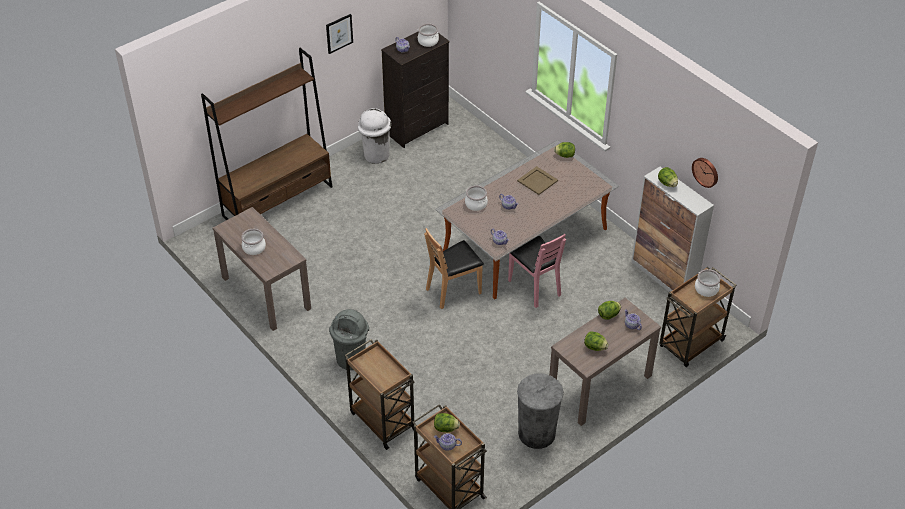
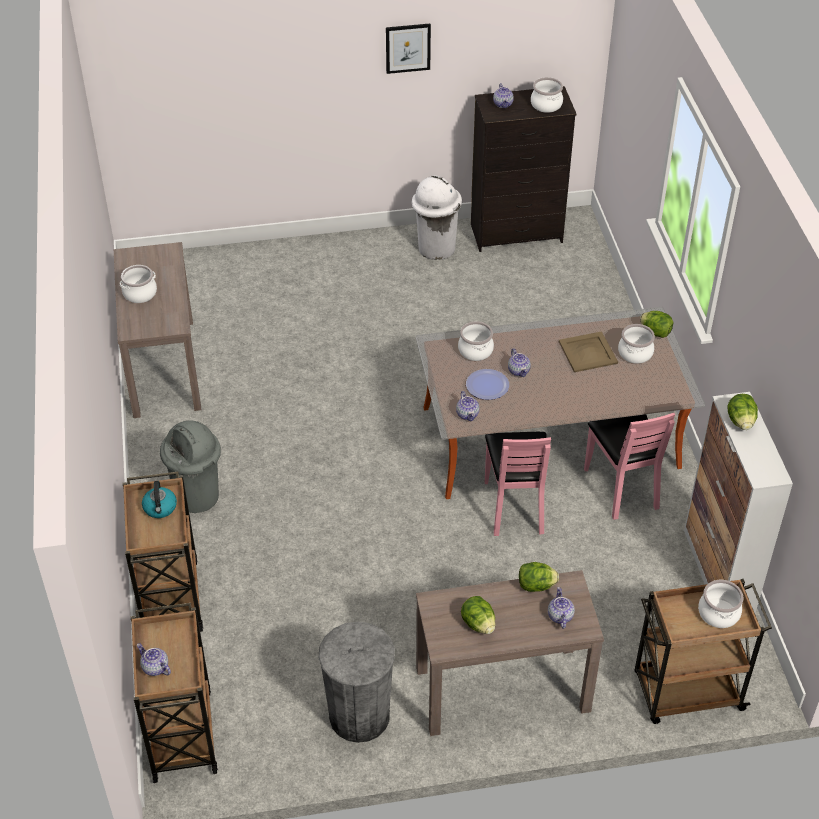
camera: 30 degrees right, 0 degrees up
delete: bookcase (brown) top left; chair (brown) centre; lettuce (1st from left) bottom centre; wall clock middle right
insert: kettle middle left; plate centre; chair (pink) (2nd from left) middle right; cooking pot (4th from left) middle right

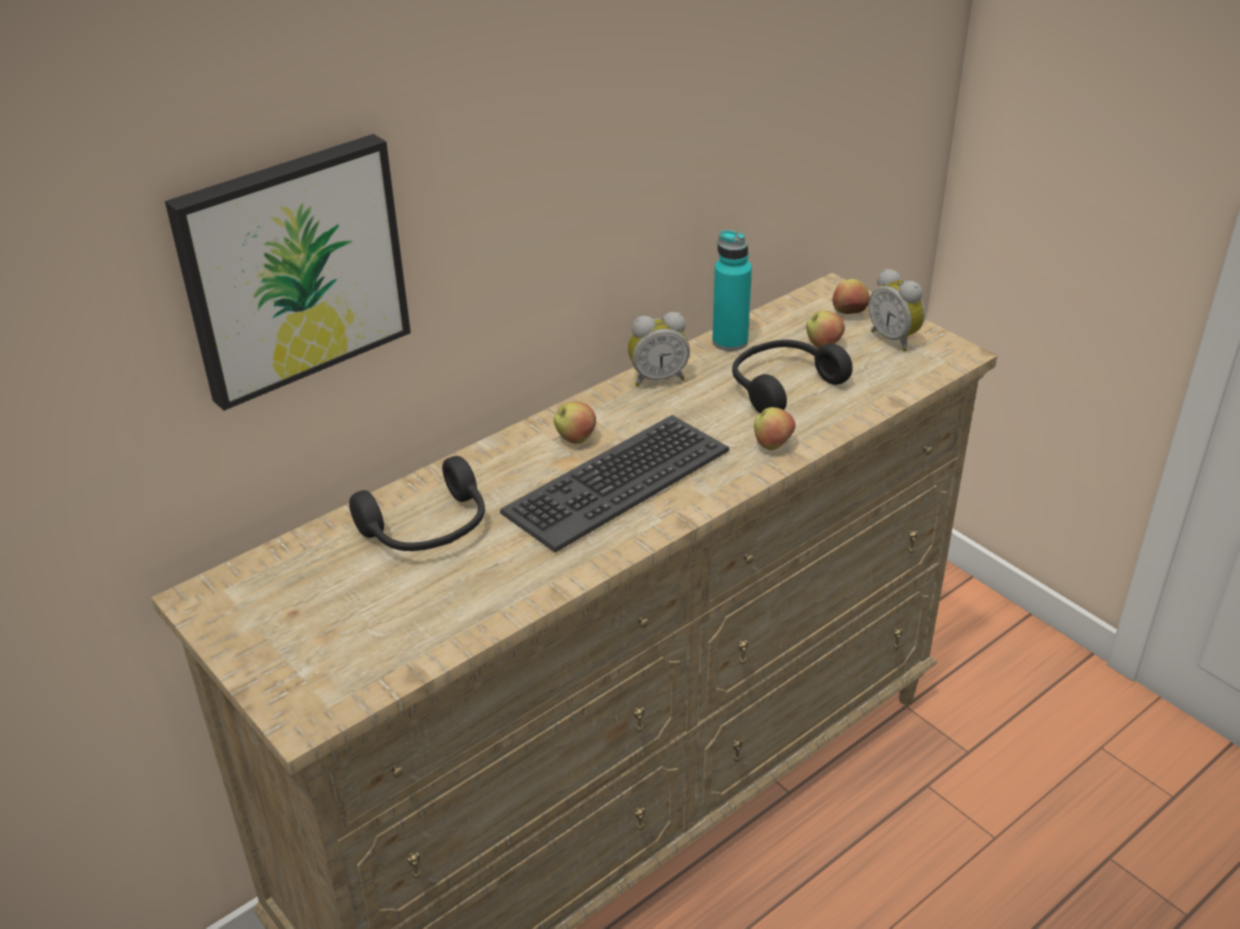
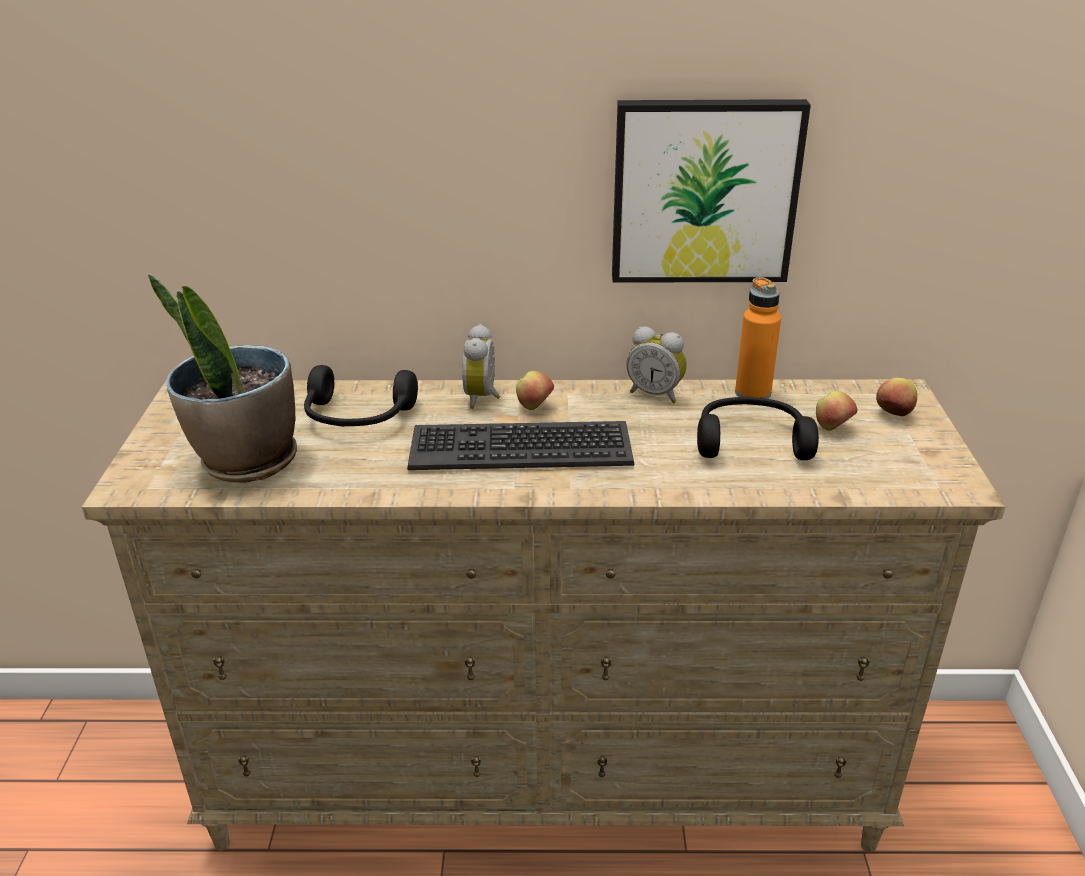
camera: 40 degrees right, 5 degrees down
delete: apple (2nd from left) centre
insert: potted plant middle left
move: picture top left to top centre; alarm clock (2nd from left in the first image) middle right to alarm clock (1st from left) centre
recolor: bottle (turquoise) top centre to bottle (orange) middle right

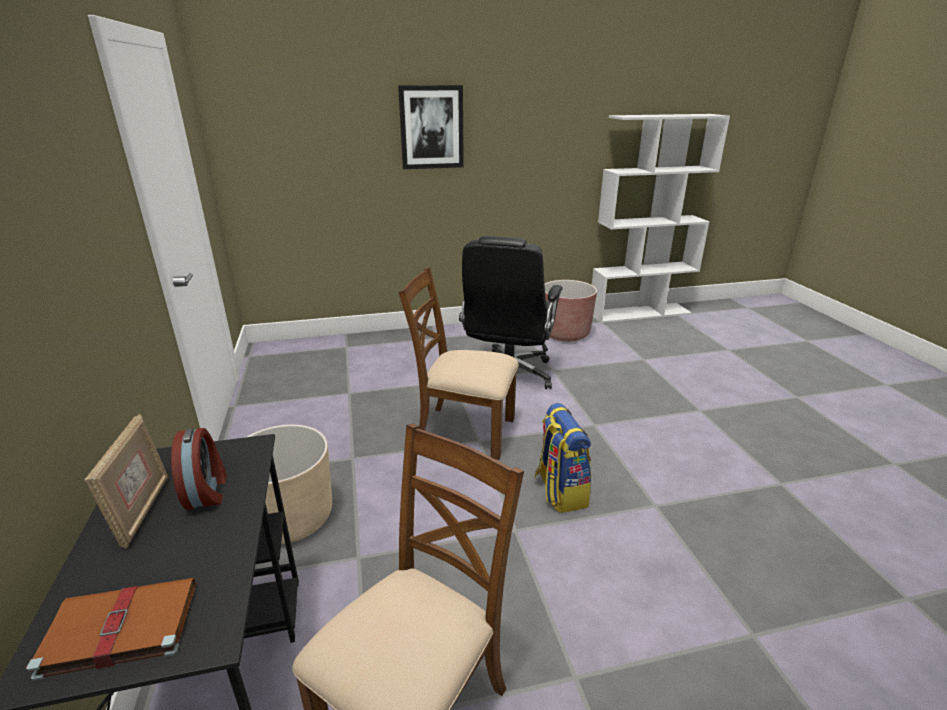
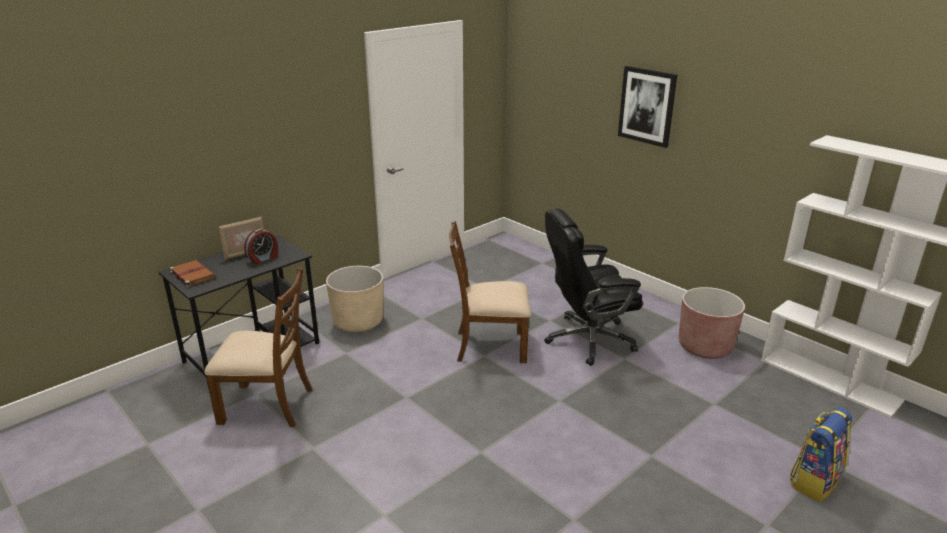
camera: 60 degrees right, 0 degrees up
move: backpack centre to bottom right
rotate: chair (brown) (2nd from left) centre = centre 75 degrees counterclockwise

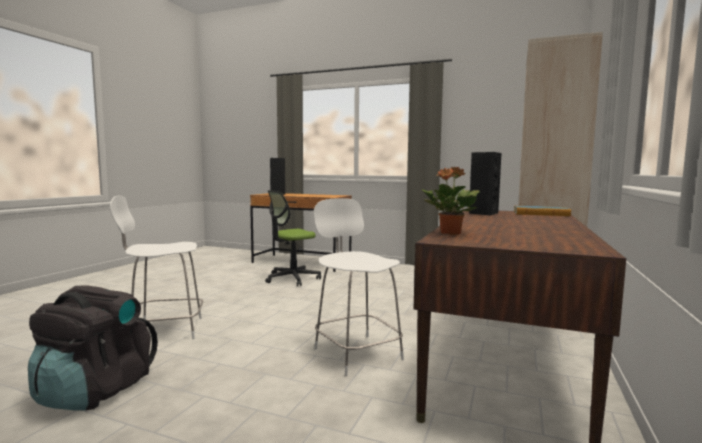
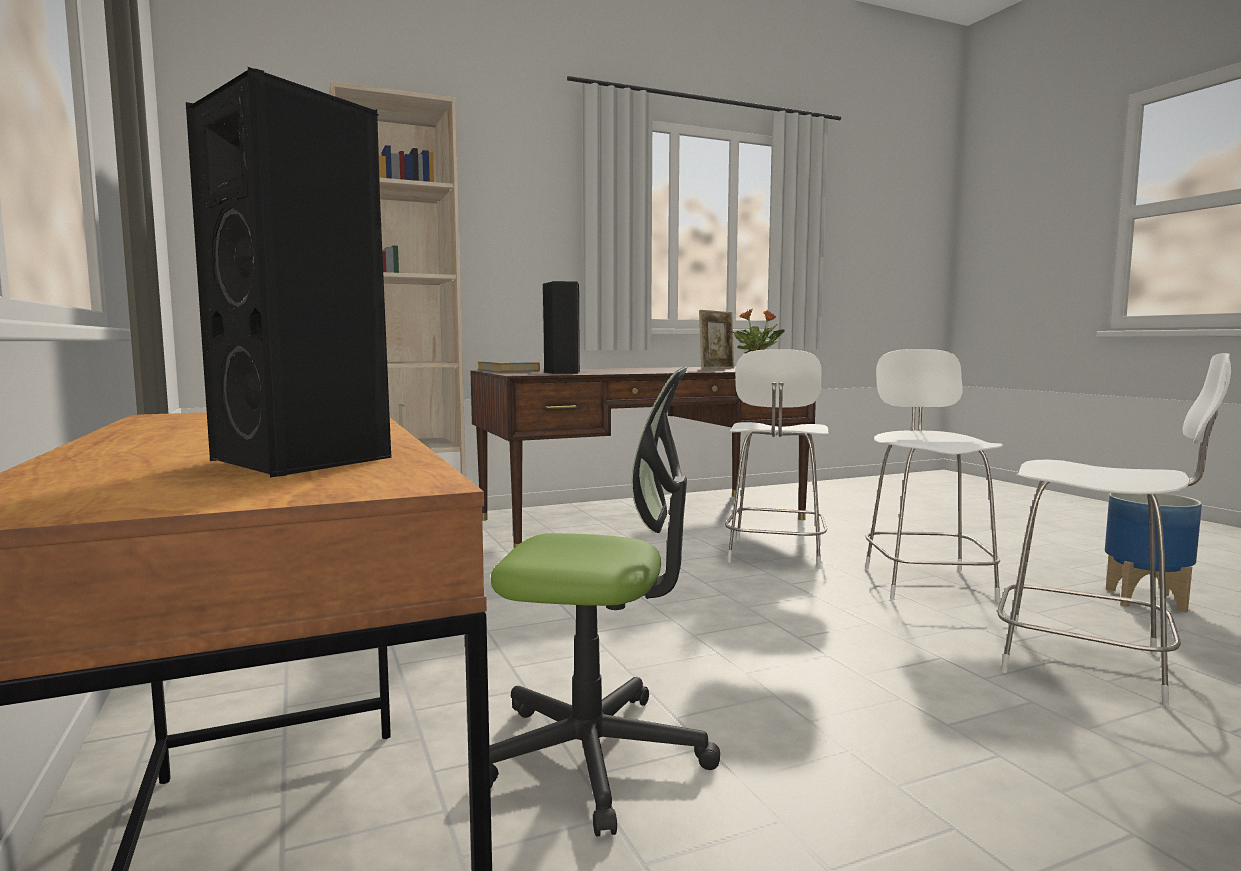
camera: 135 degrees left, 0 degrees up
insert: picture frame centre; chair (white) (2nd from left) middle right
replace: backpack (black) bottom left to planter middle right

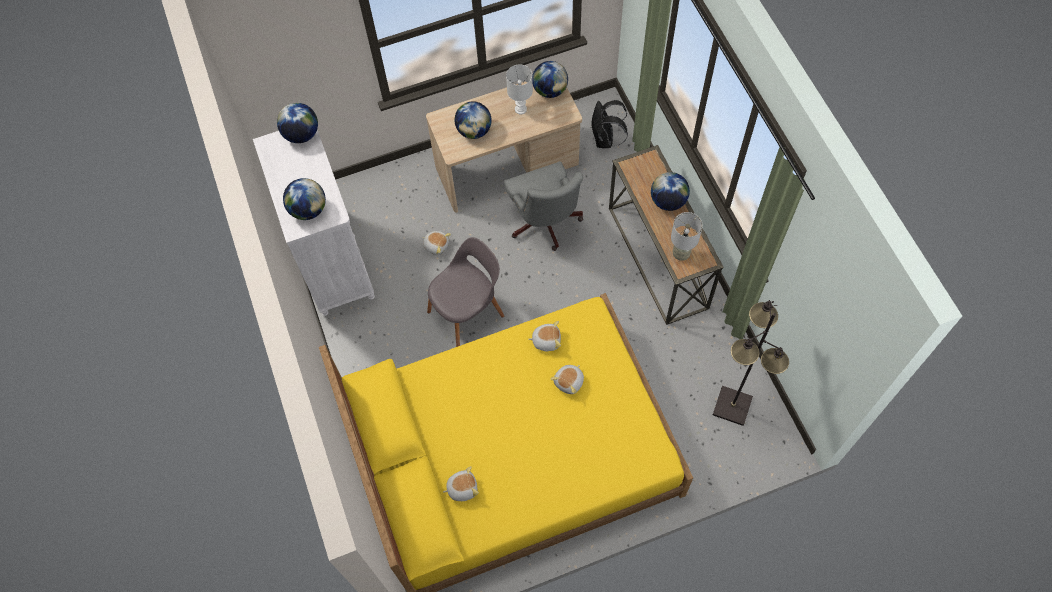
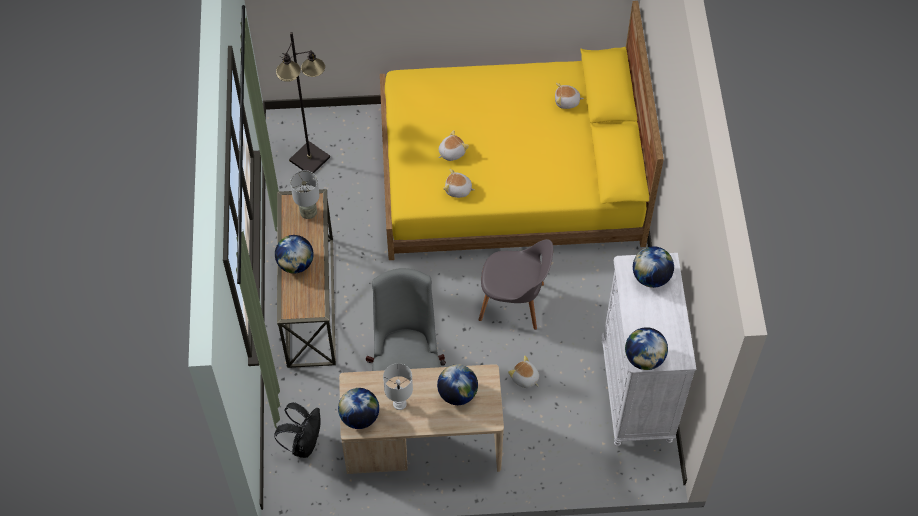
camera: 165 degrees left, 5 degrees down
rotate: chair (grey) centre = centre 150 degrees counterclockwise

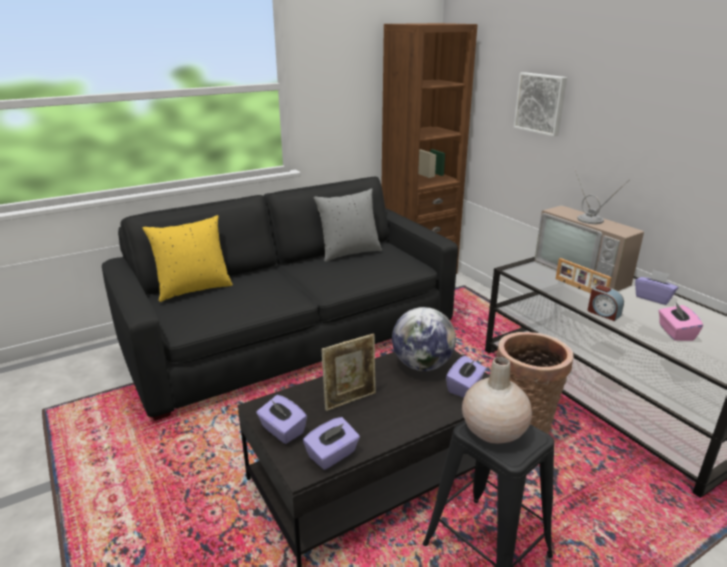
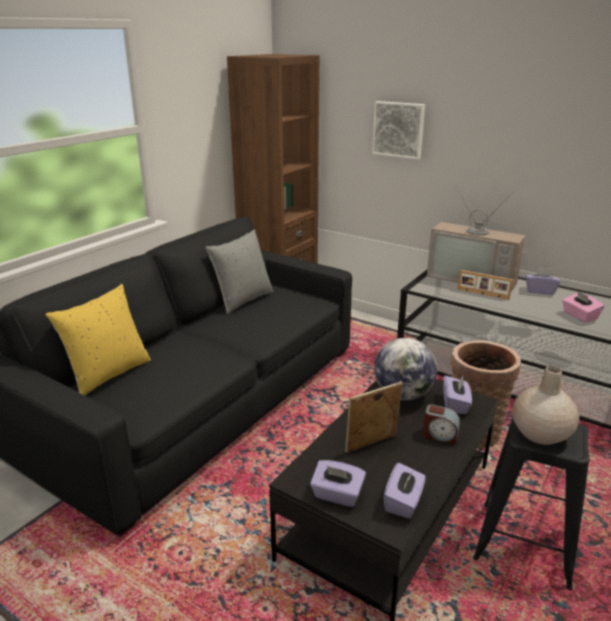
camera: 25 degrees left, 0 degrees up
move: alarm clock middle right to bottom right
rotate: picture frame (1st from left) centre = bottom centre 150 degrees counterclockwise

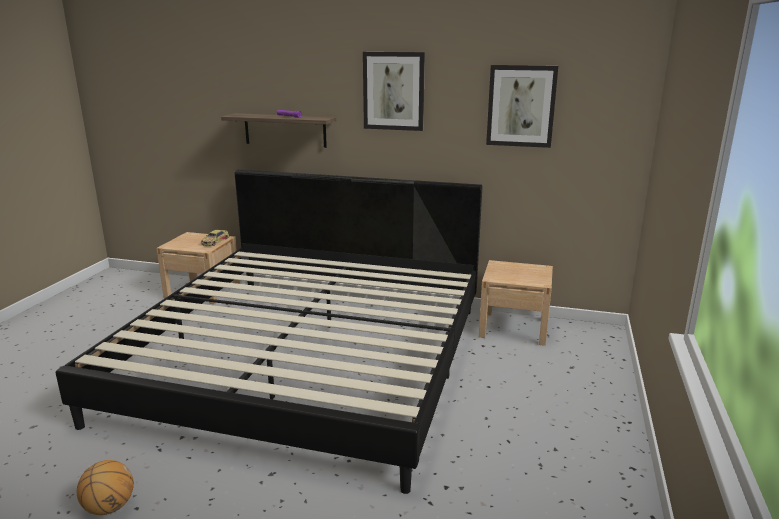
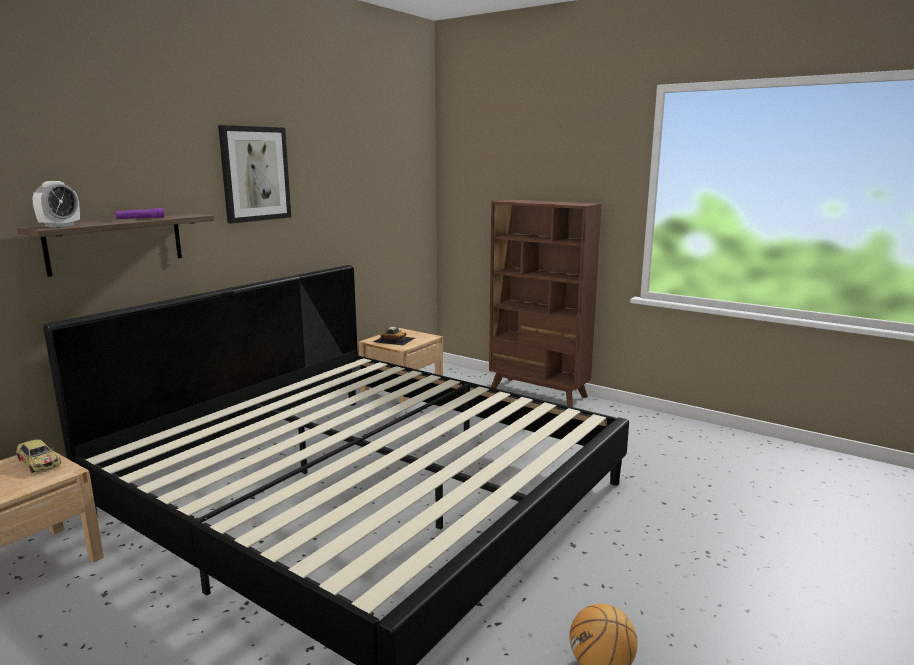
camera: 70 degrees left, 5 degrees down
delete: picture (2nd from left) top right
insert: alarm clock top left; toy car (2nd from left) centre; bookcase (brown) centre

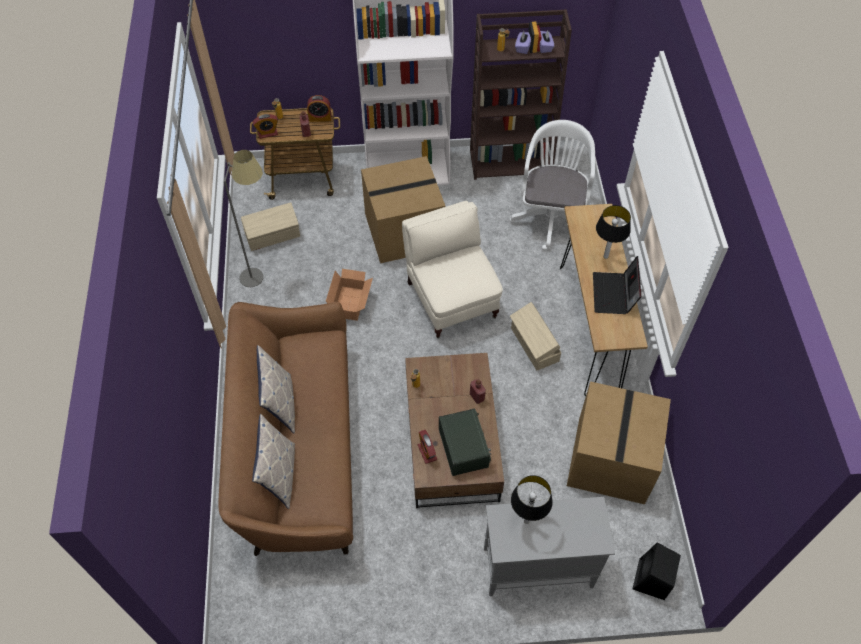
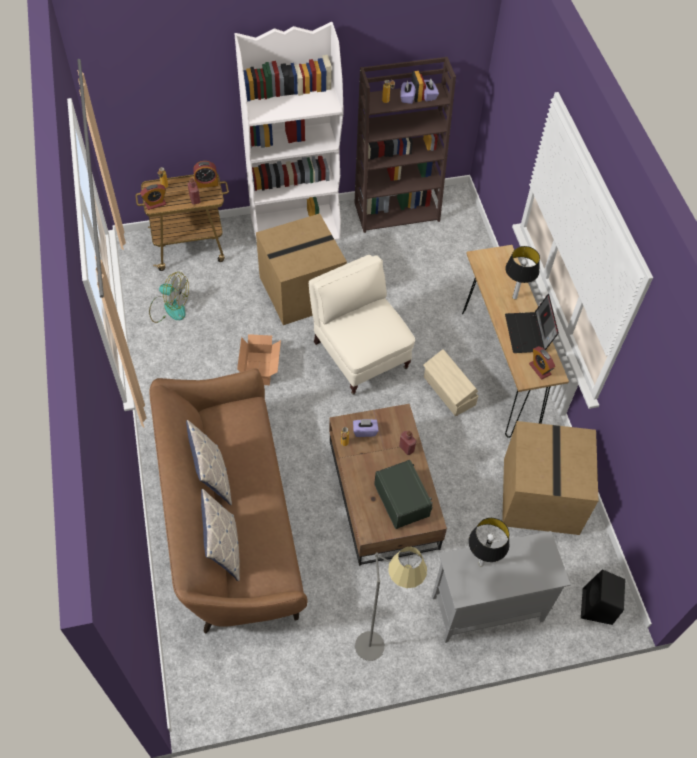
camera: 10 degrees left, 0 degrees up
delete: office chair (white) top centre
insert: tissue box (purple) (1st from left) centre
move: floor lamp (grey) middle left to bottom centre; alarm clock (3rd from left) bottom centre to middle right
replace: storage box (beige) (1st from left) middle left to fan middle left

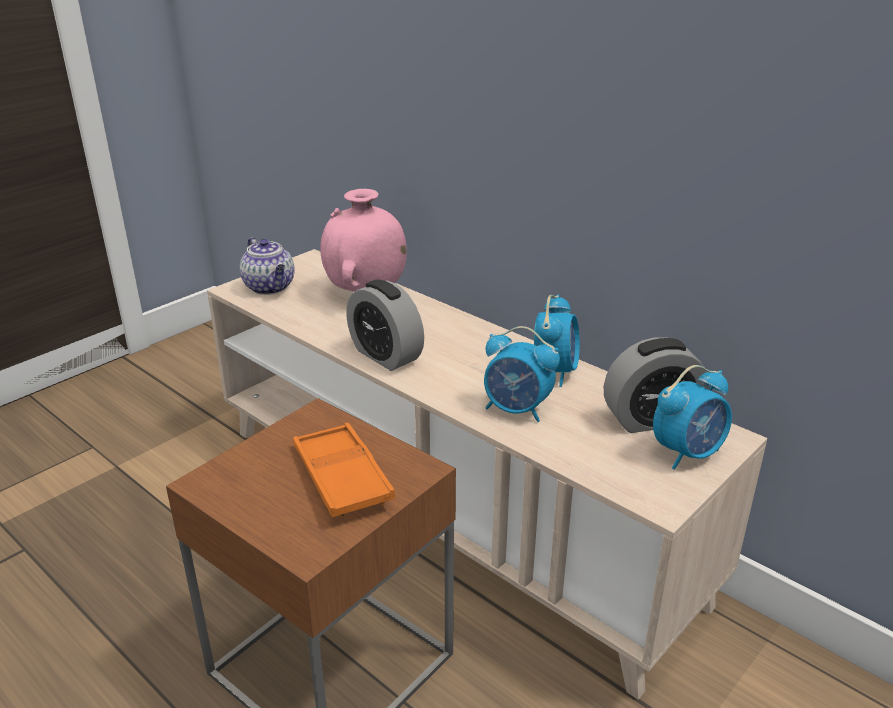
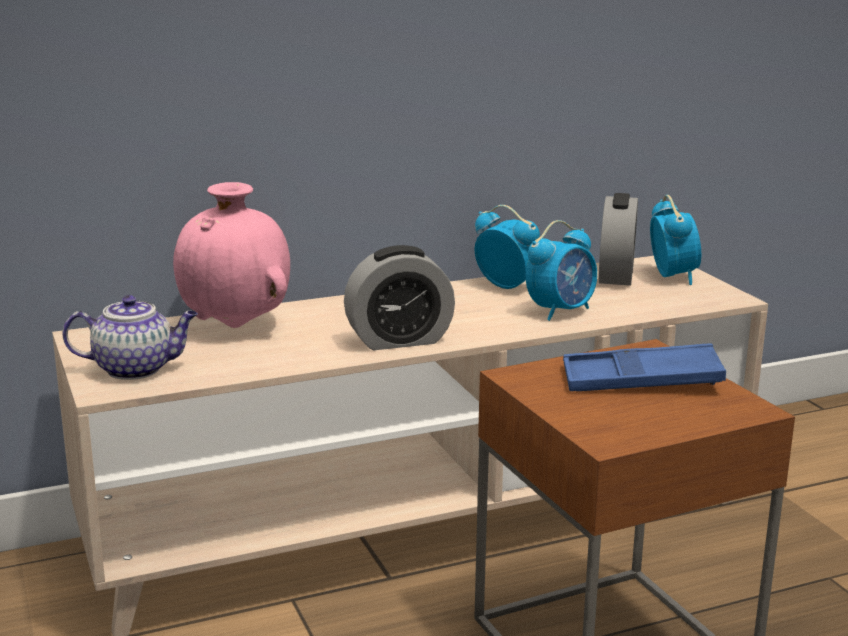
camera: 65 degrees left, 10 degrees down
recolor: tray (orange) centre to tray (blue) middle right

